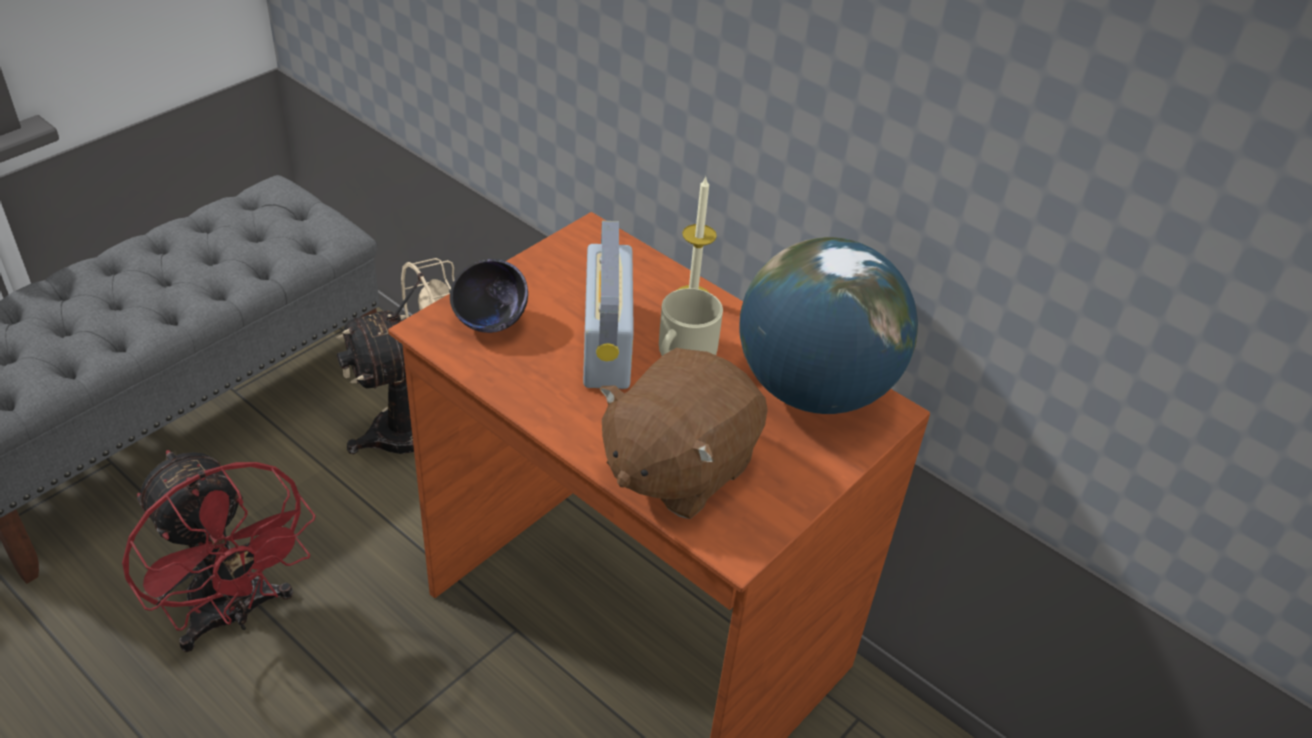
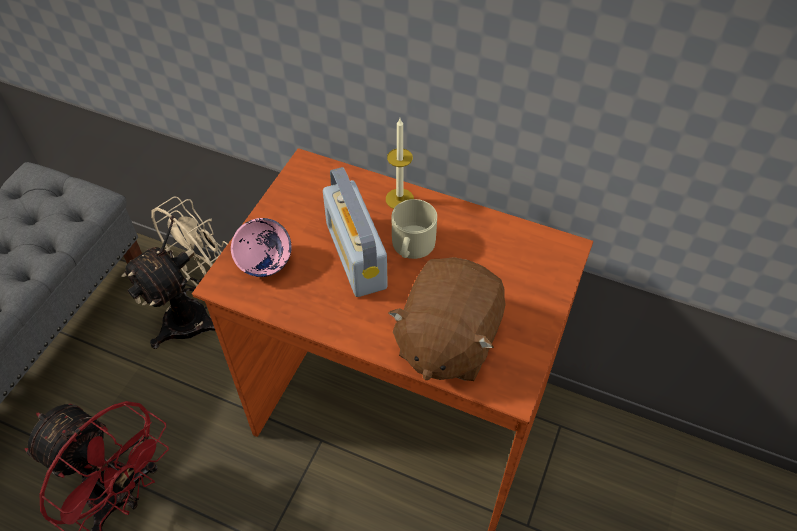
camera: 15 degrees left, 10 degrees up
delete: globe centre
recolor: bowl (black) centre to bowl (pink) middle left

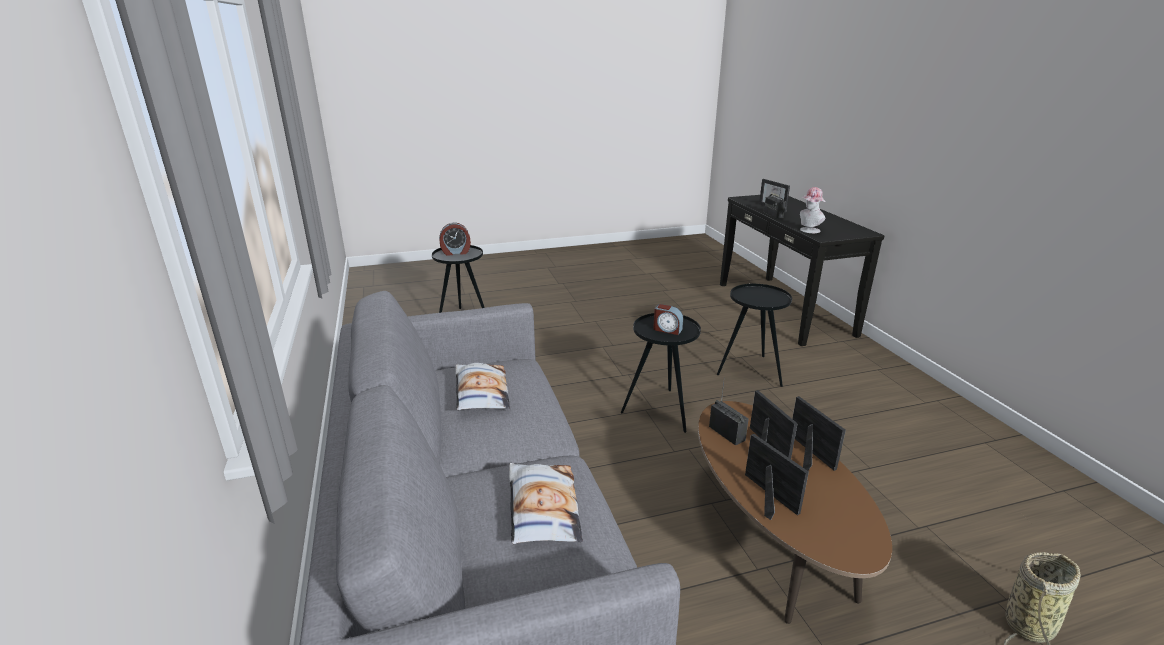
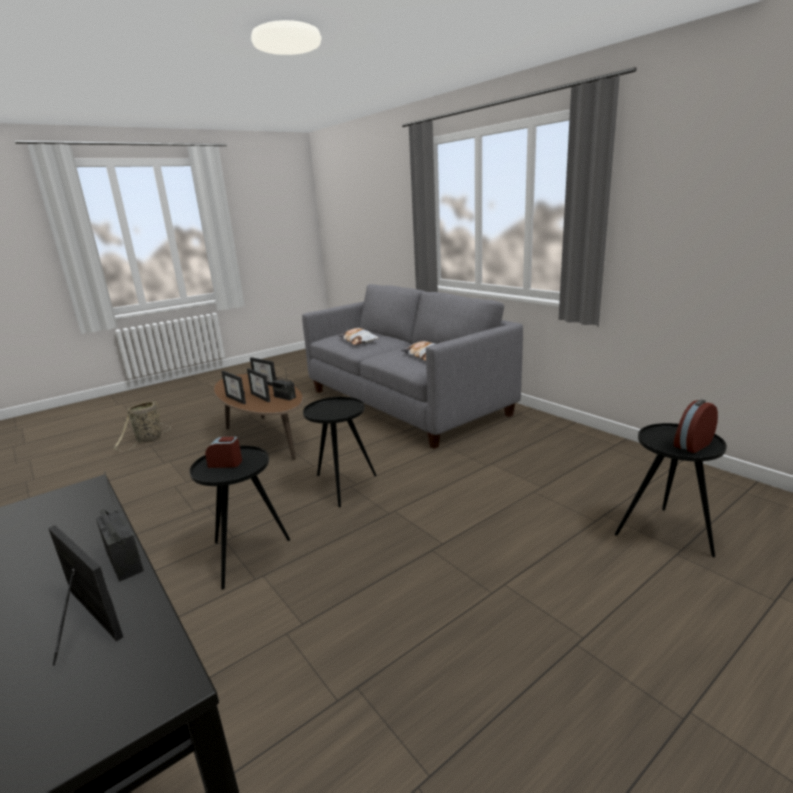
camera: 160 degrees right, 5 degrees down
delete: hat top right
move: alarm clock (2nd from left in the first image) centre to alarm clock (1st from left) middle left

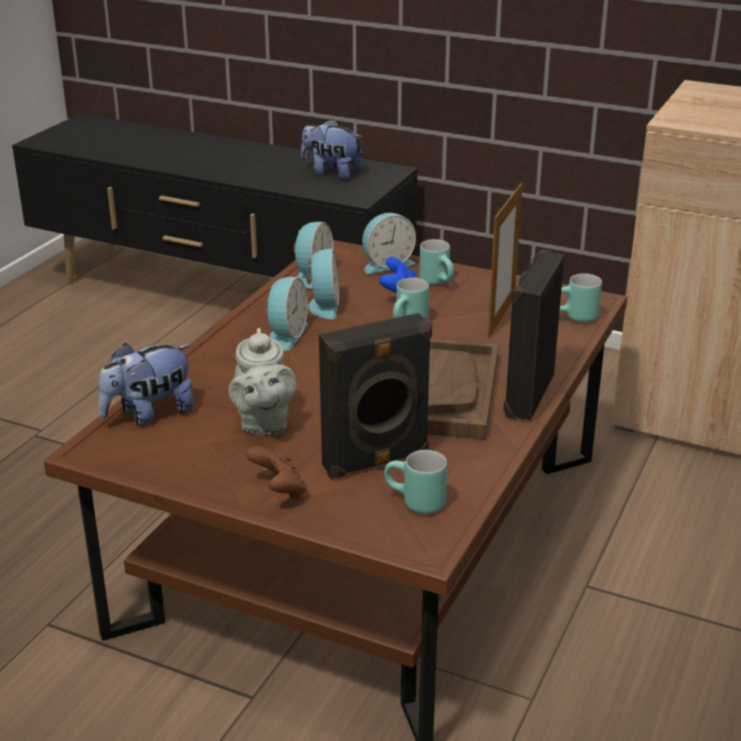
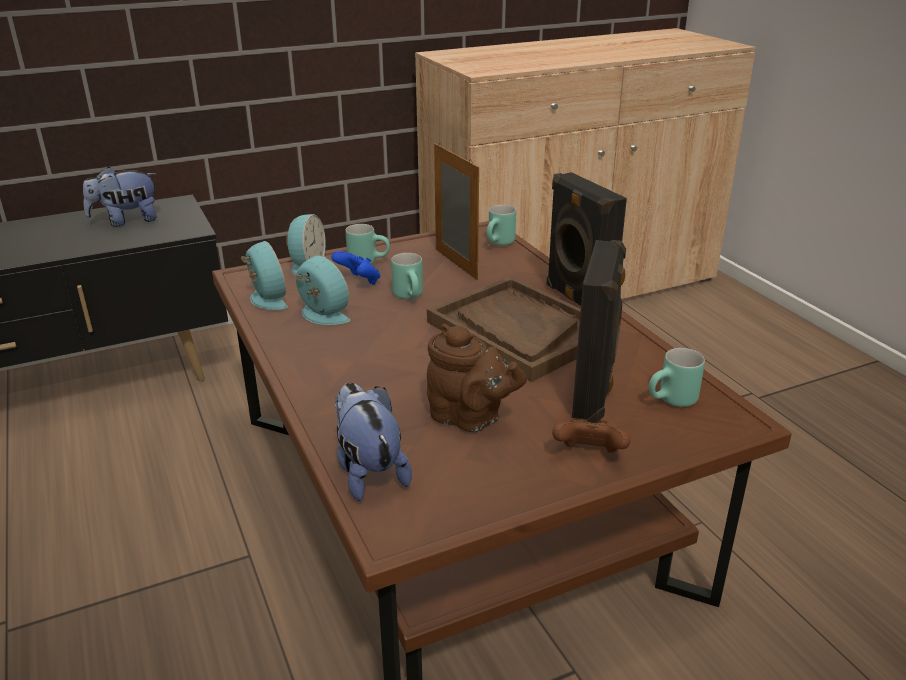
camera: 50 degrees left, 0 degrees up
delete: alarm clock (1st from left) centre
recolor: teapot (grey) centre to teapot (brown) centre
rotate: plush toy (1st from left in the first image) middle left = centre 150 degrees clockwise

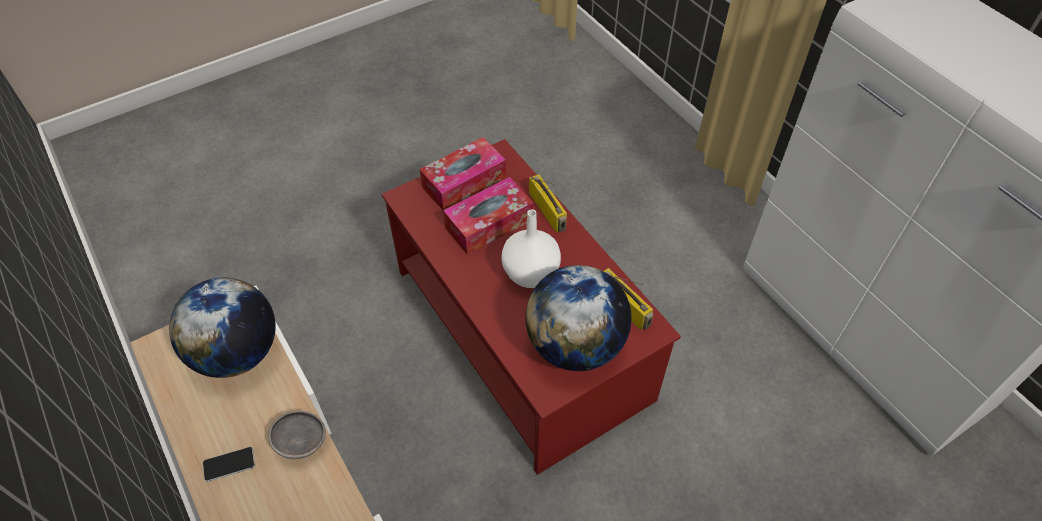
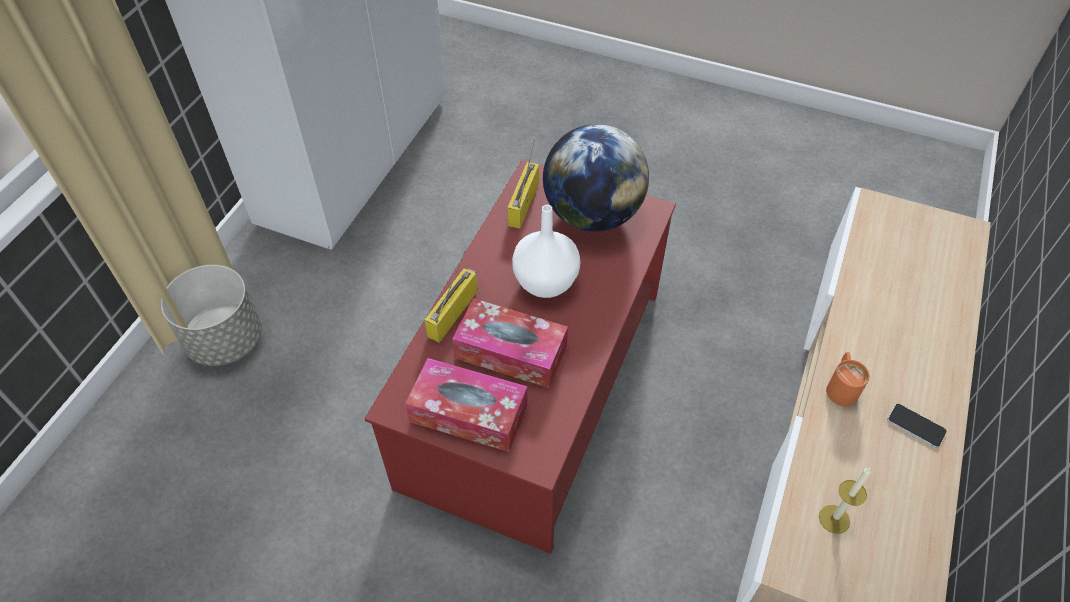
camera: 125 degrees left, 0 degrees up
insert: planter (grey) middle left
replace: globe (1st from left) middle left to candle bottom right; bowl (grey) bottom left to mug (orange) middle right

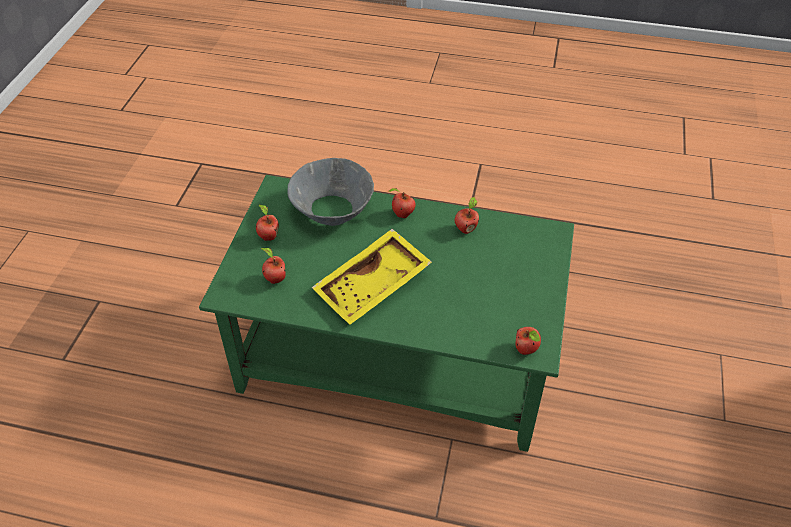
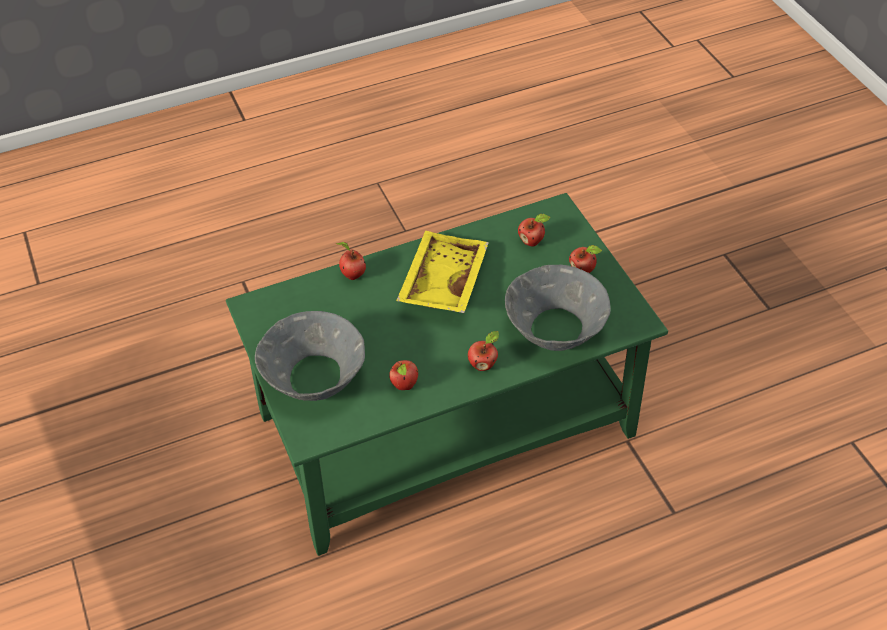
camera: 145 degrees right, 0 degrees up
insert: bowl (grey) (1st from left) centre
move: apple (5th from left in the first image) middle right to apple (1st from left) centre

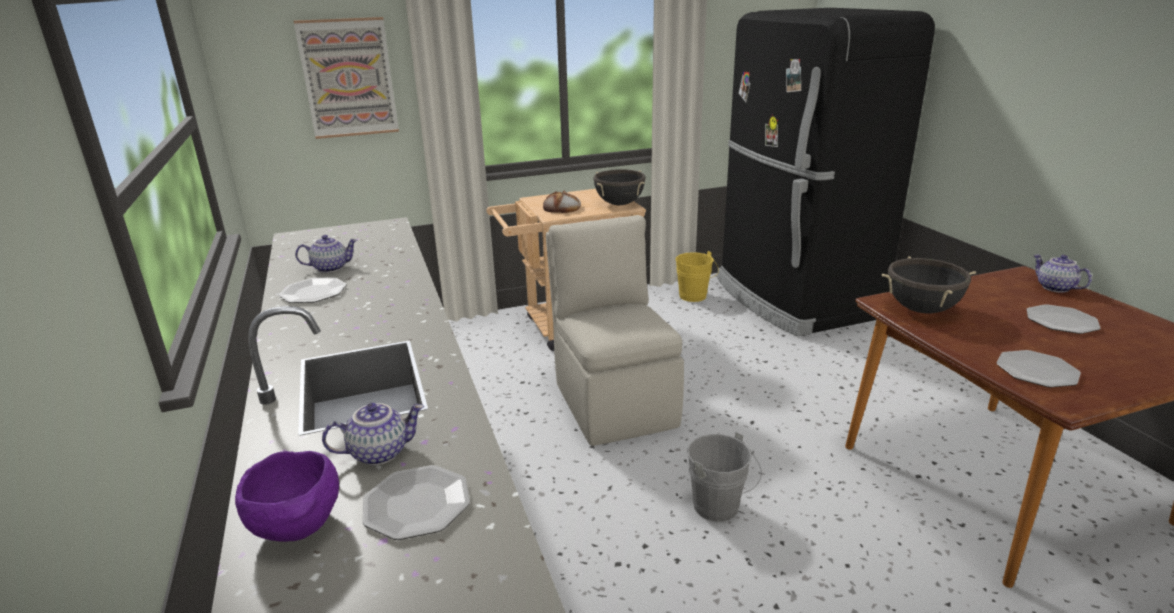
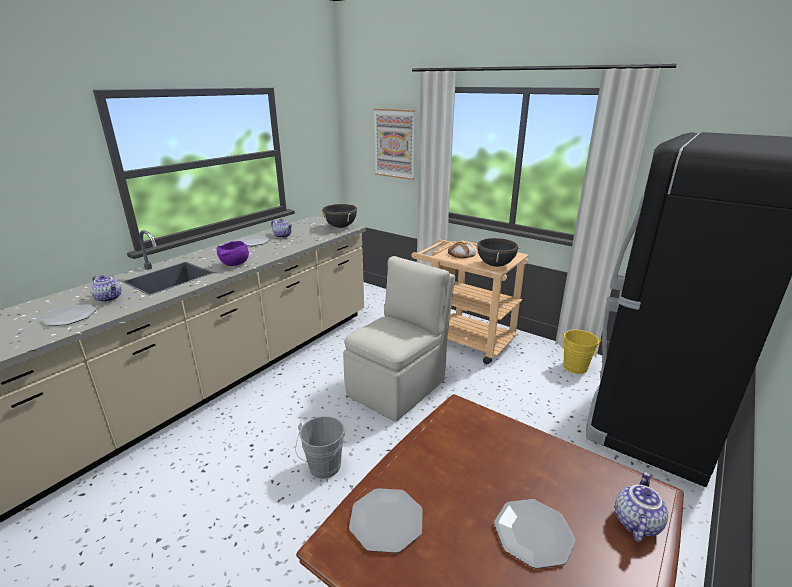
camera: 55 degrees right, 0 degrees up
move: bowl (purple) bottom left to middle left; cooking pot (black) (2nd from left in the first image) middle right to cooking pot (black) (1st from left) centre

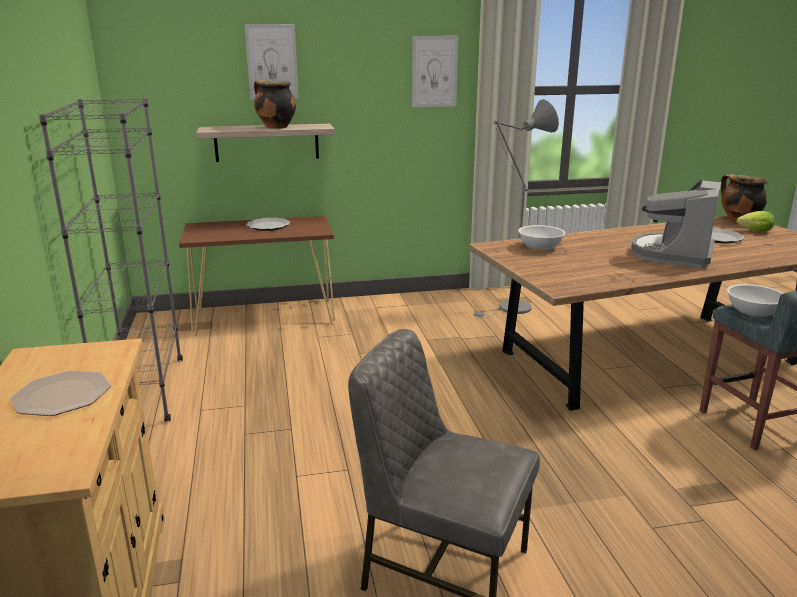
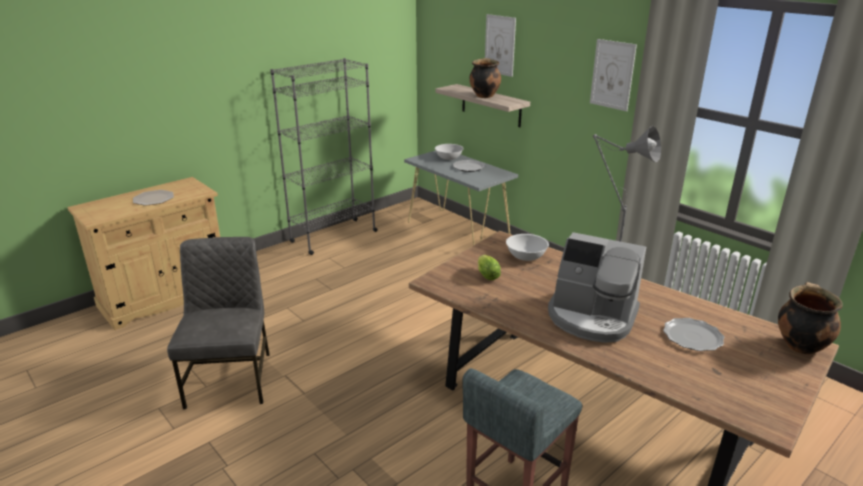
camera: 60 degrees right, 5 degrees up
move: bowl (white) (2nd from left in the first image) middle right to bowl (white) (1st from left) top centre; lettuce middle right to centre
recolor: console table (brown) middle left to console table (grey) centre
rotate: coffee machine middle right = middle right 150 degrees counterclockwise

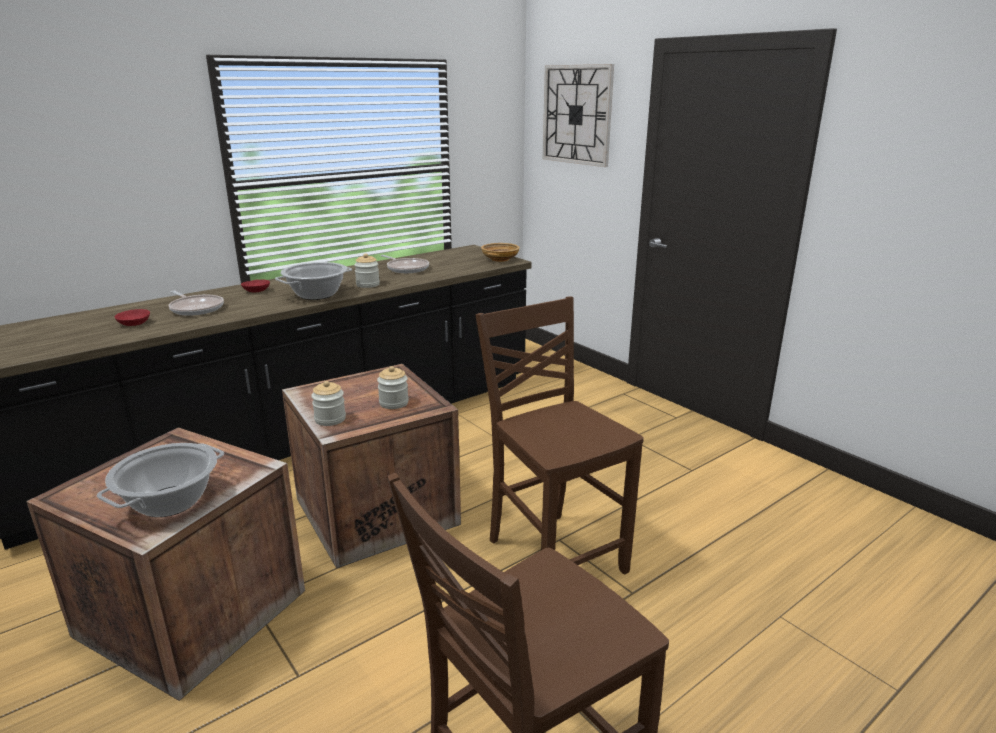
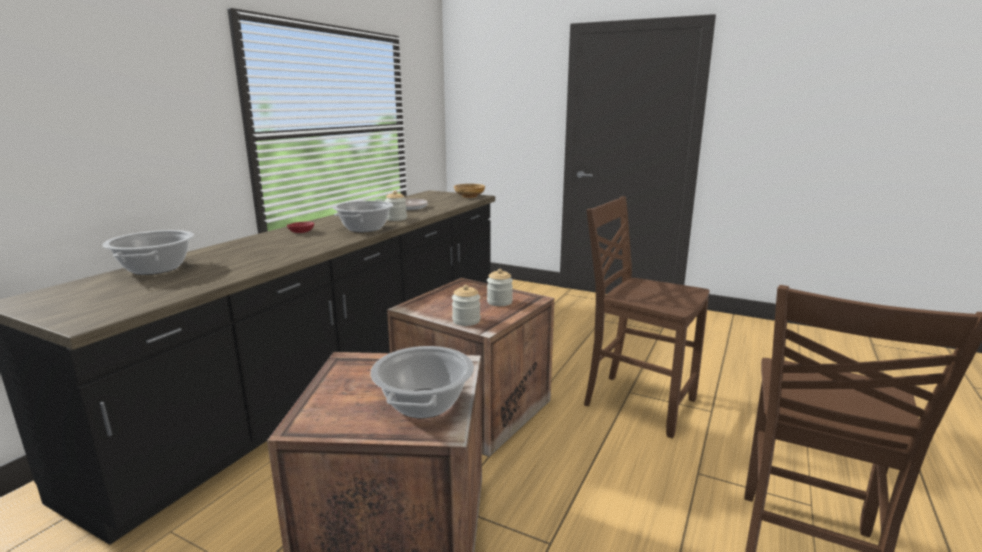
camera: 25 degrees left, 5 degrees down
delete: bowl (red) (1st from left) middle left; frying pan (1st from left) middle left; wall clock top centre
insert: cooking pot (1st from left) middle left

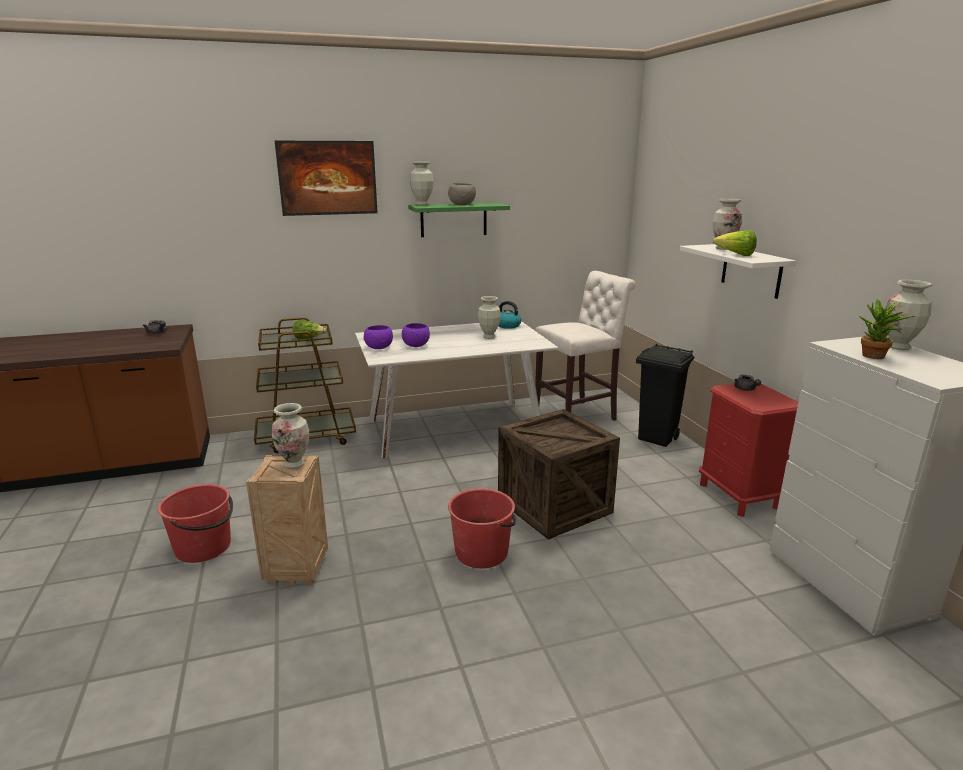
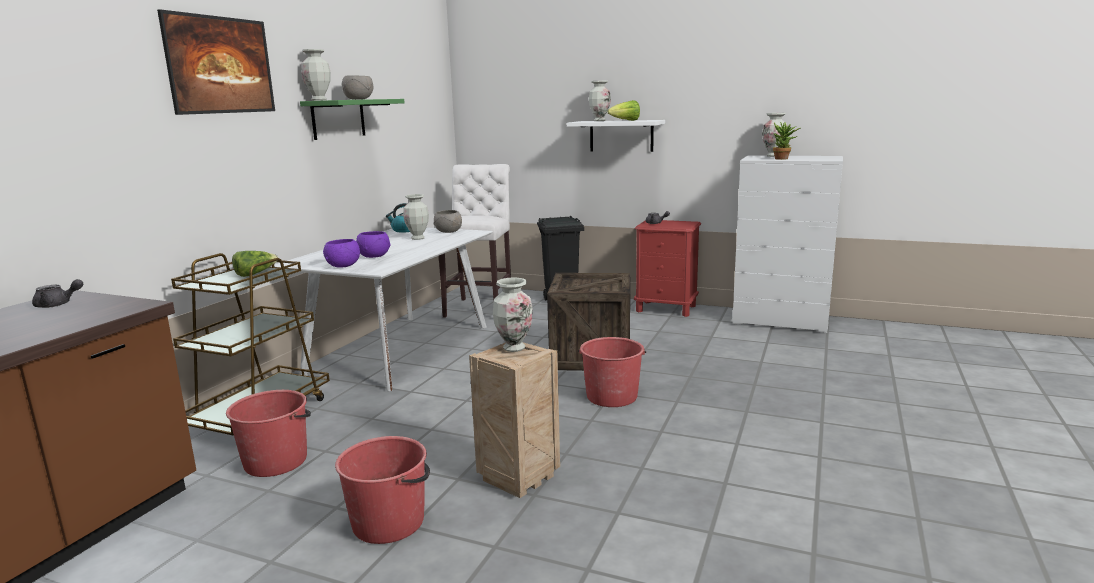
camera: 50 degrees left, 5 degrees down
insert: bucket (red) (1st from left) bottom left; bowl (grey) (2nd from left) centre

